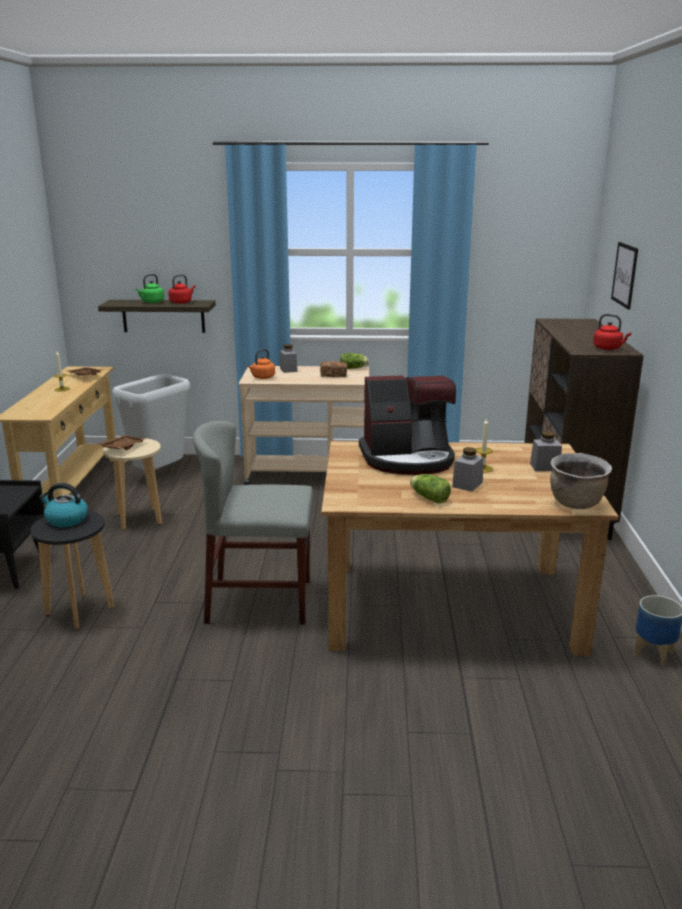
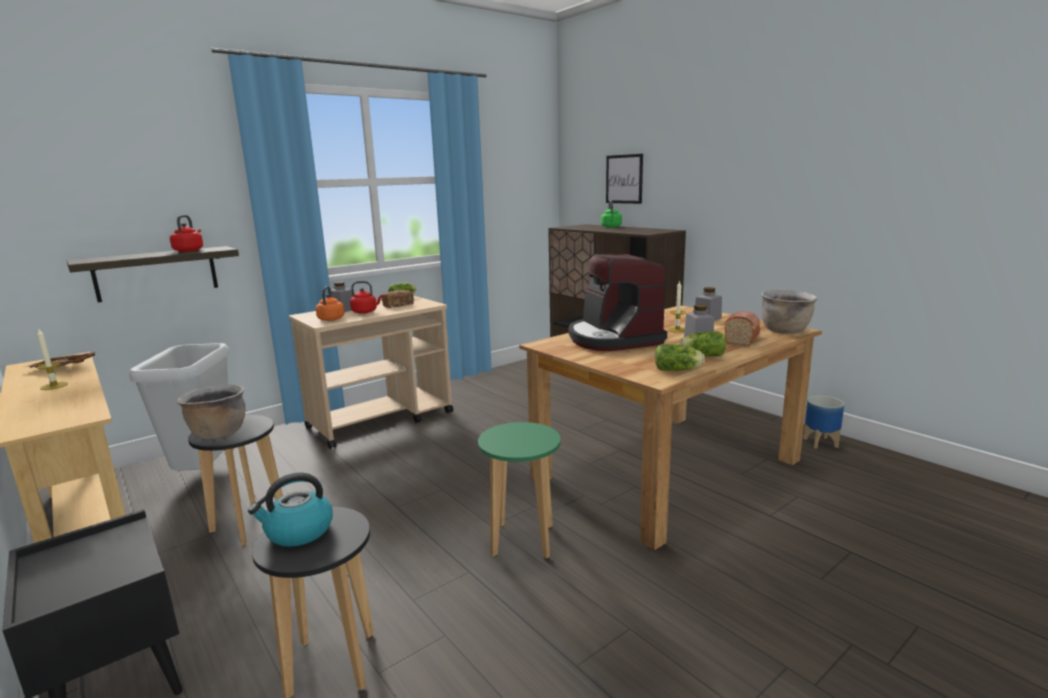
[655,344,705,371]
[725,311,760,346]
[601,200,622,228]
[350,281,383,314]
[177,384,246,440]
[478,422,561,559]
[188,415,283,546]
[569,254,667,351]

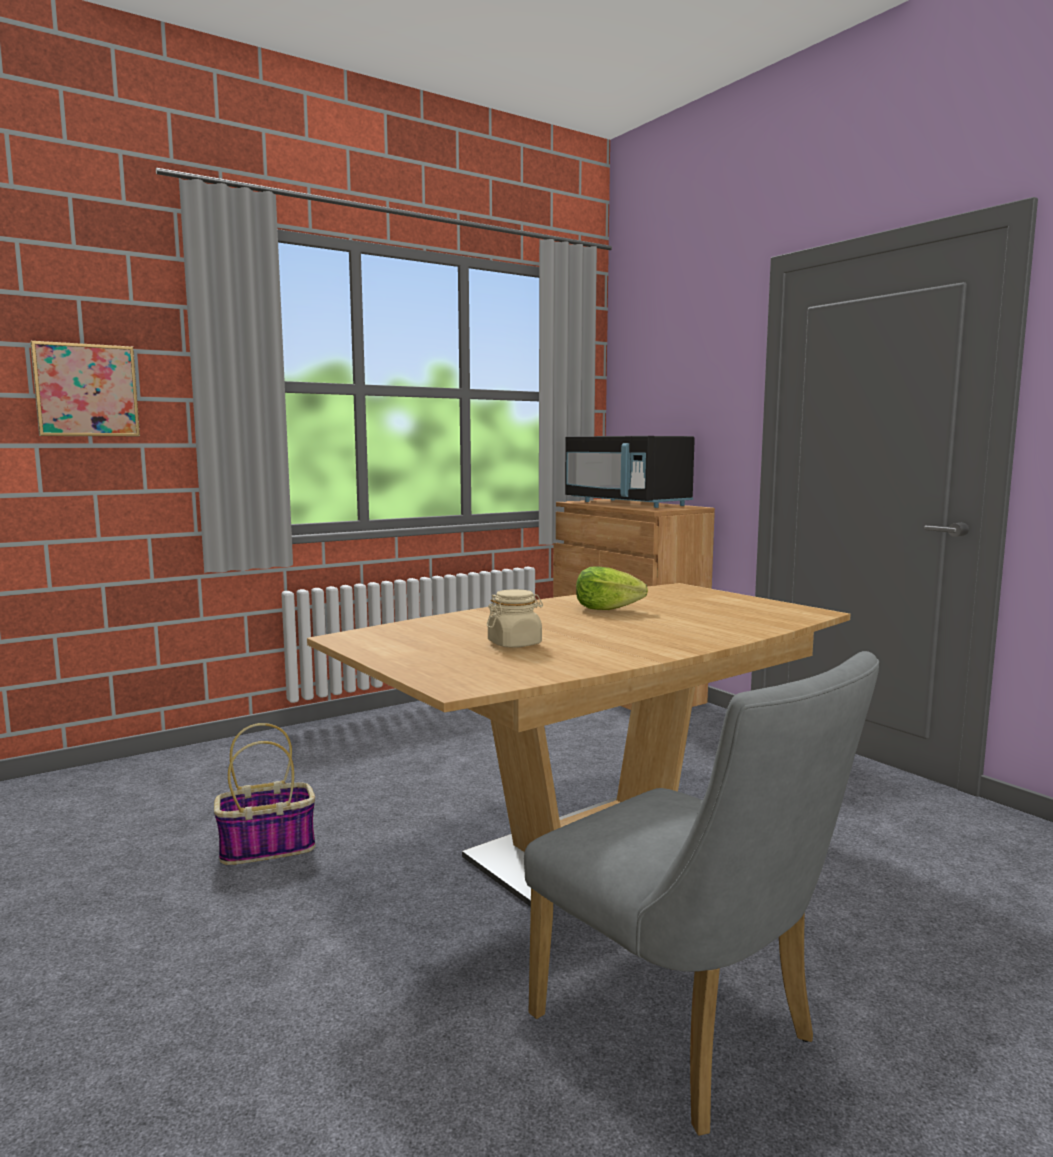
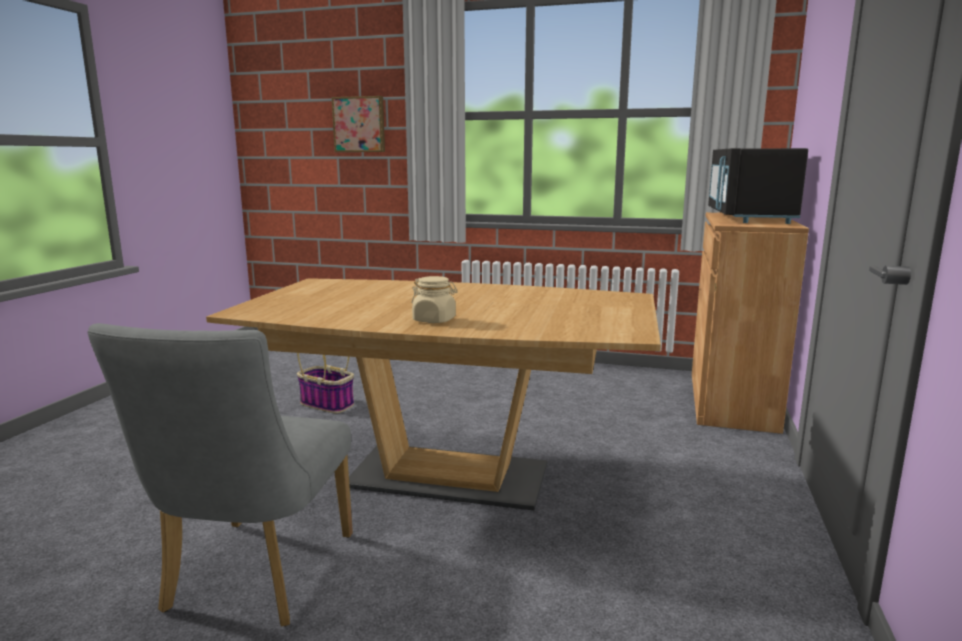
[576,566,648,610] (first image)
[411,276,458,323]

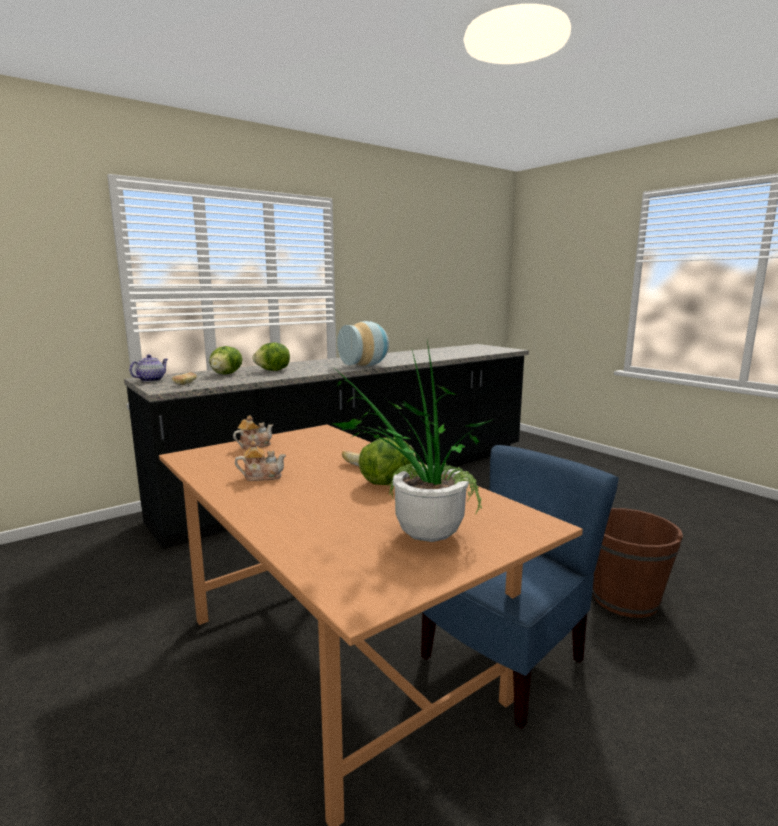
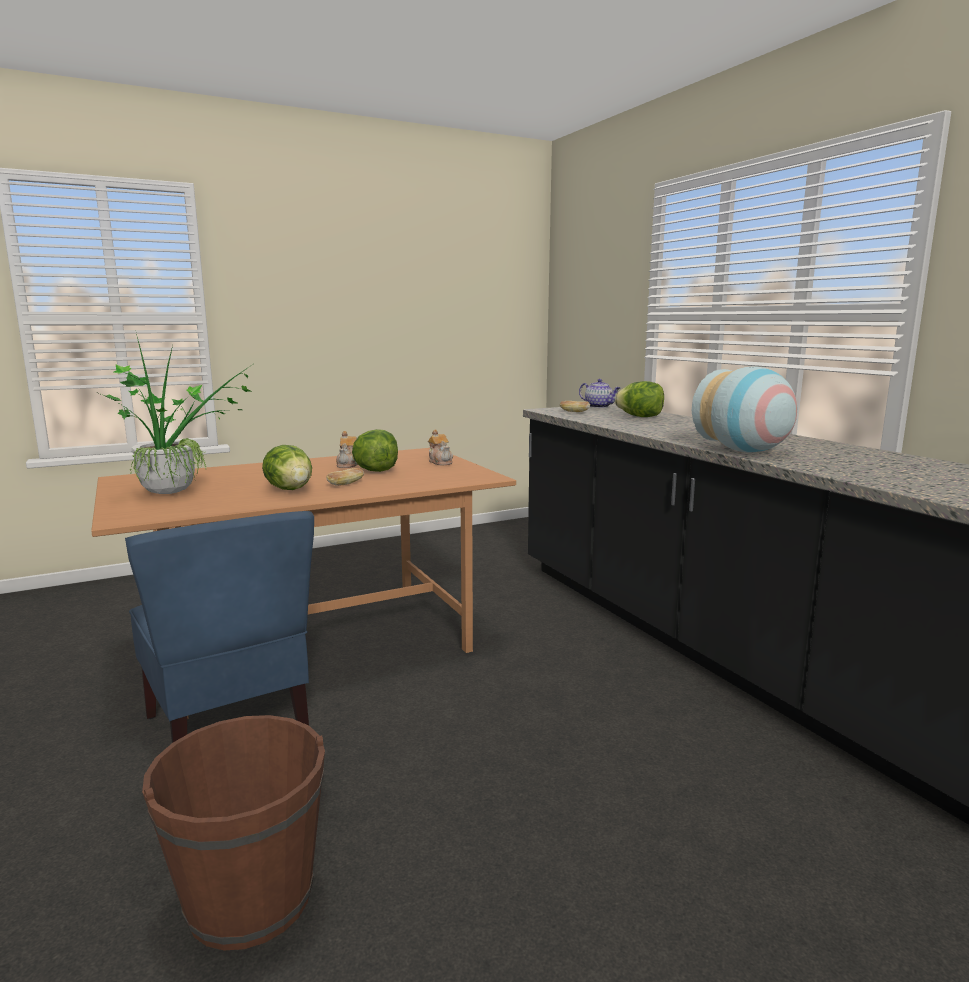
[352,429,398,472]

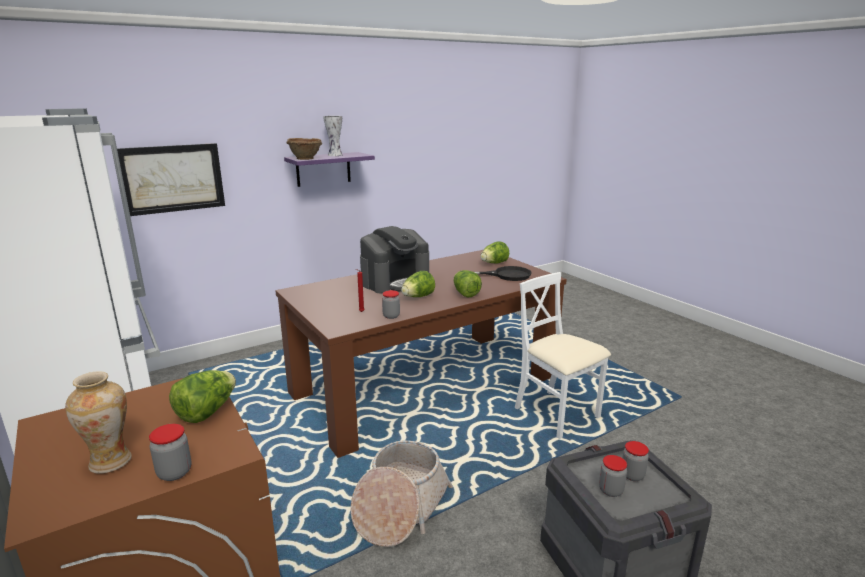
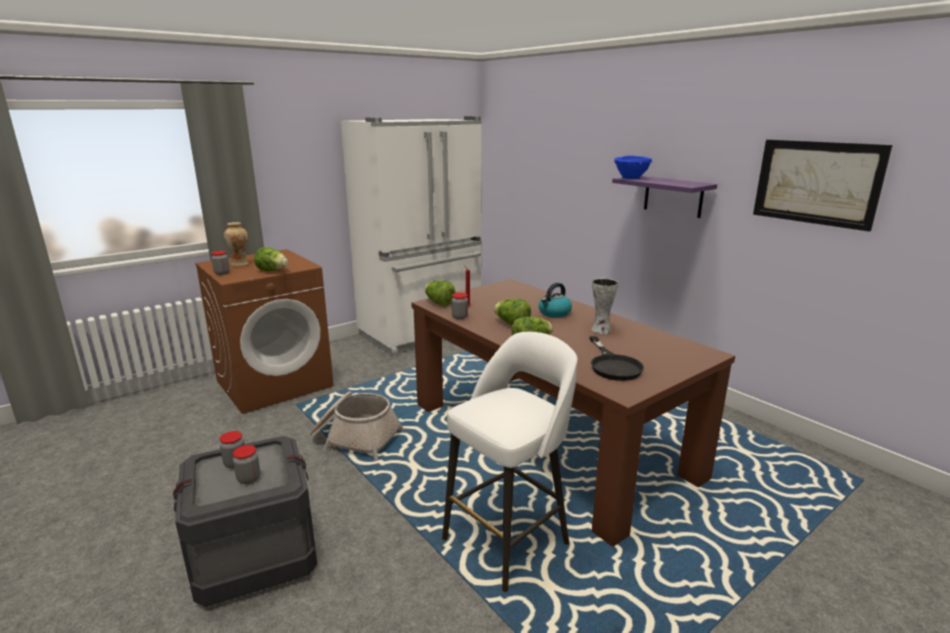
[753,139,892,231]
[591,278,618,334]
[424,280,456,306]
[539,283,572,318]
[442,332,577,592]
[614,156,652,179]

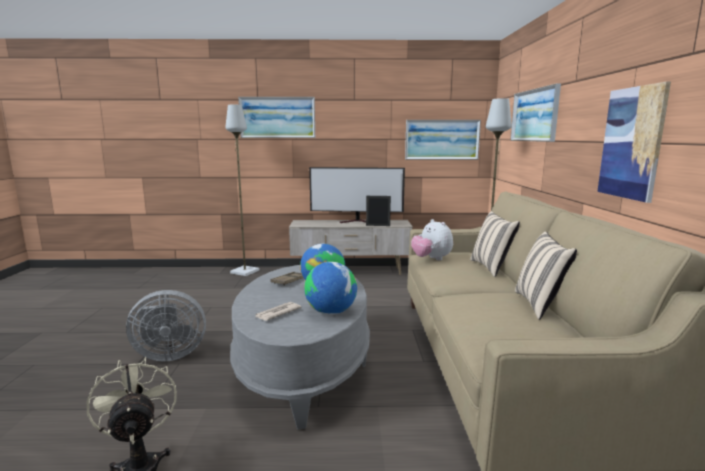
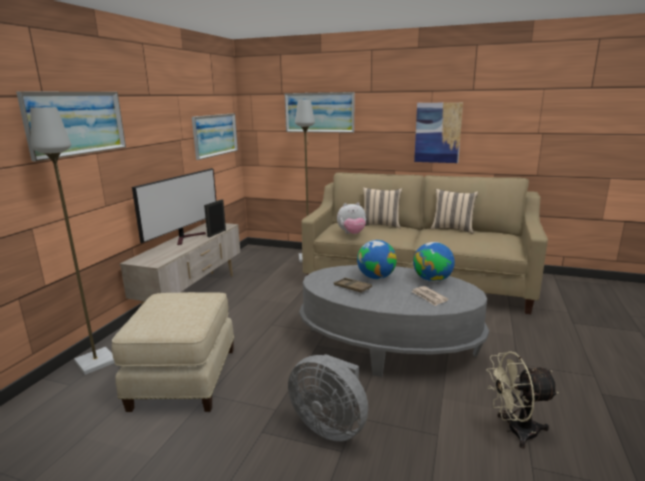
[112,292,234,412]
[288,354,368,442]

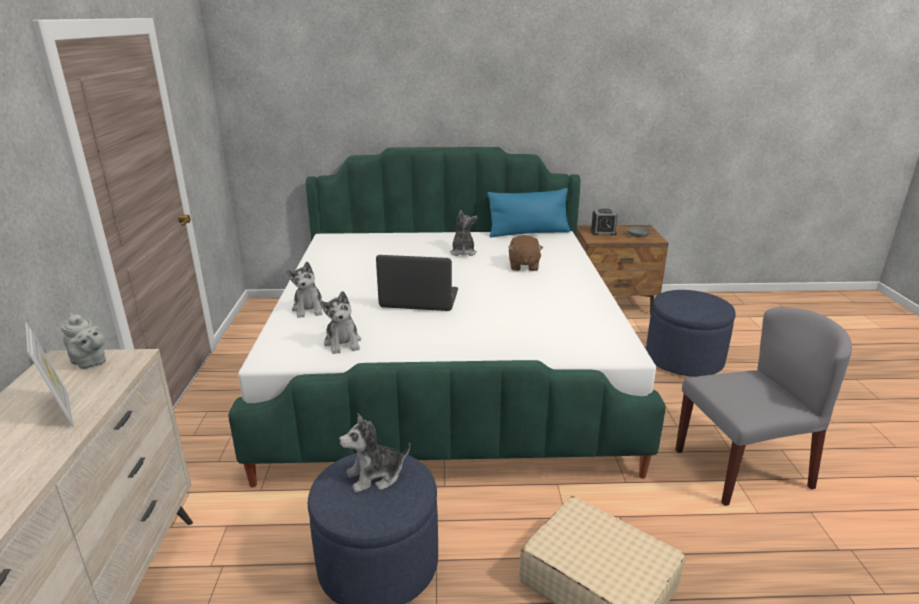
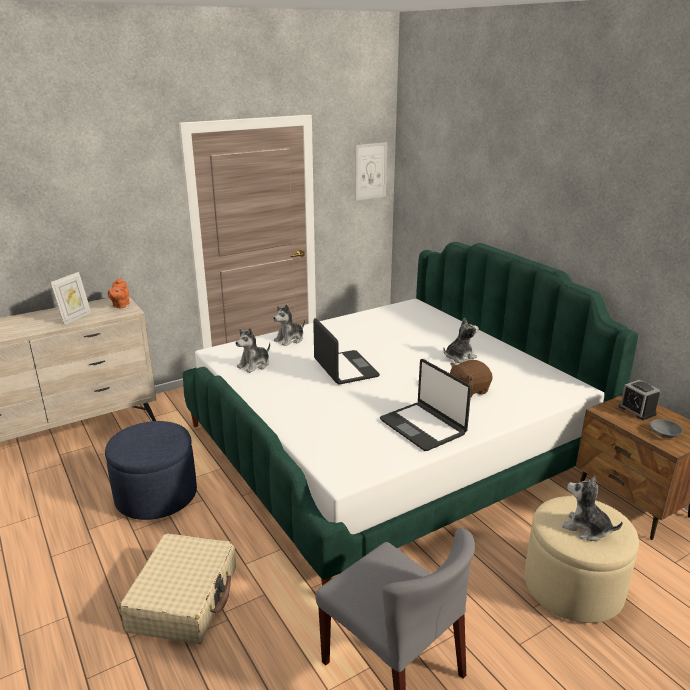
[487,188,570,237] (first image)
[355,142,387,200]
[380,359,471,451]
[562,476,623,541]
[108,278,129,308]
[524,496,639,623]

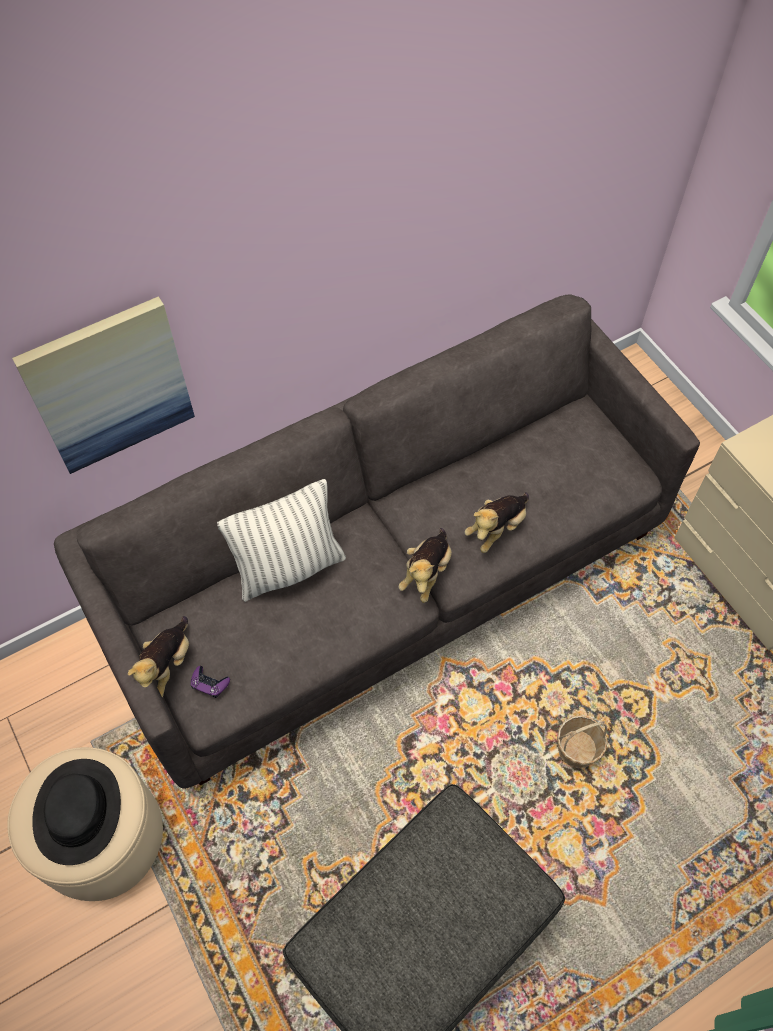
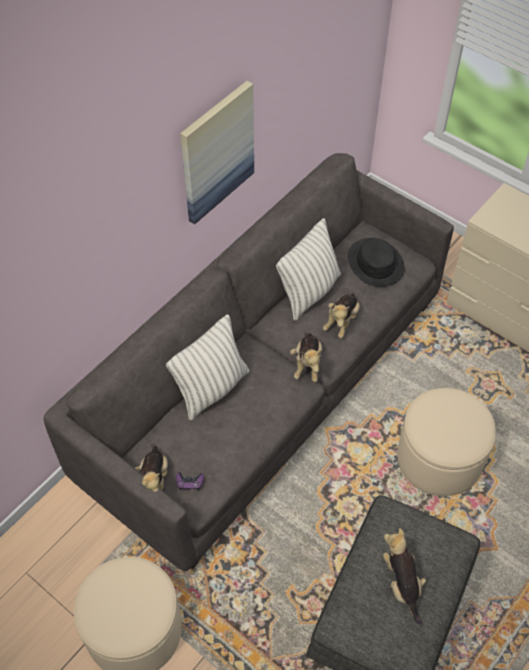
[276,219,341,321]
[383,528,426,625]
[180,81,254,224]
[348,238,404,287]
[397,388,496,496]

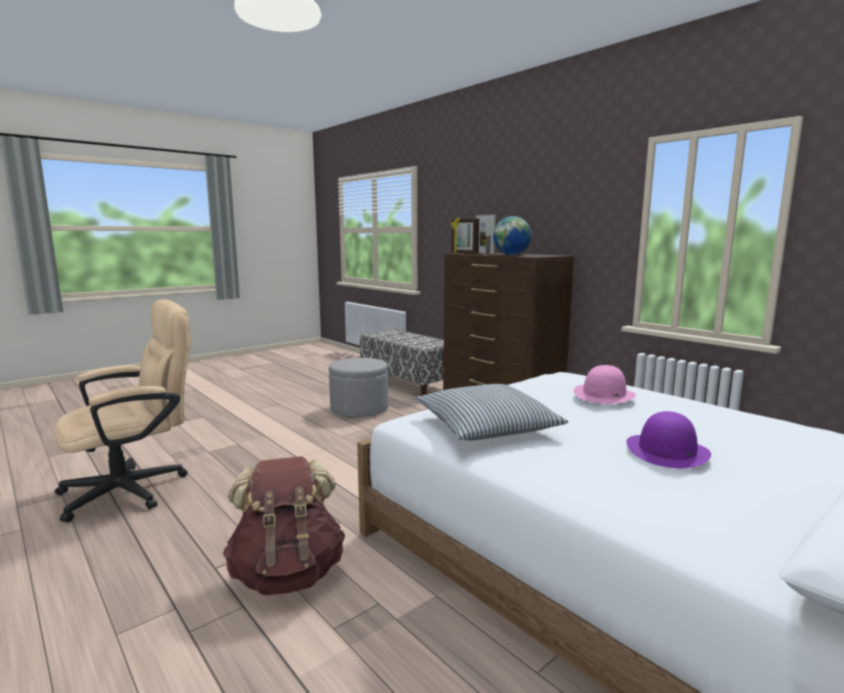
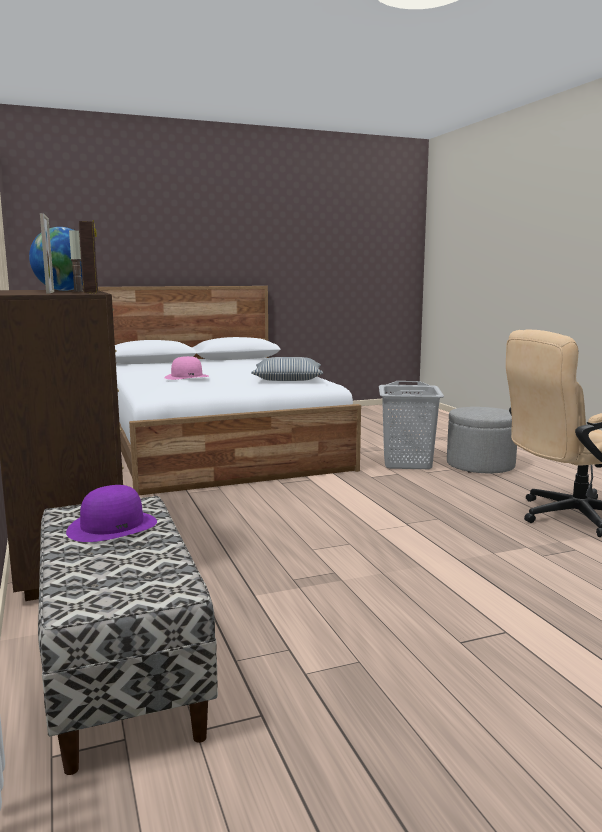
[447,407,517,473]
[66,485,157,542]
[379,381,444,469]

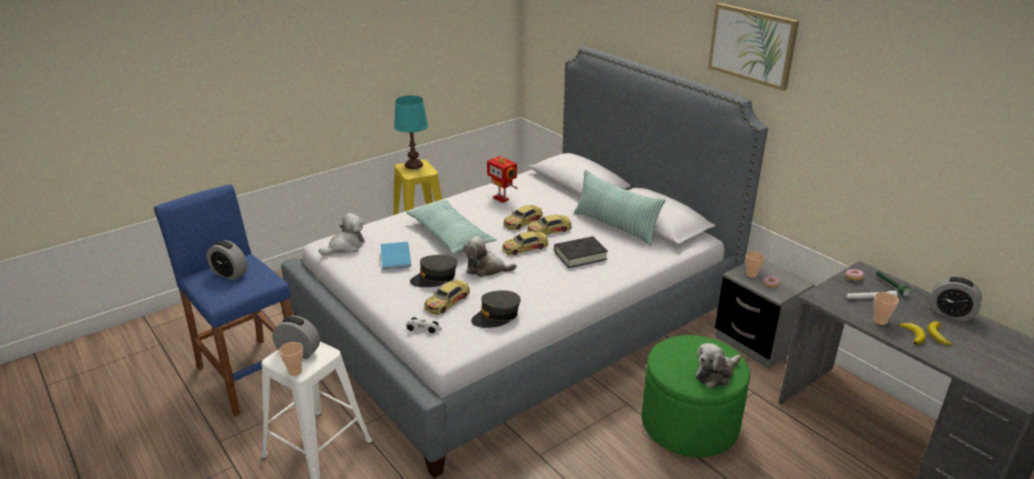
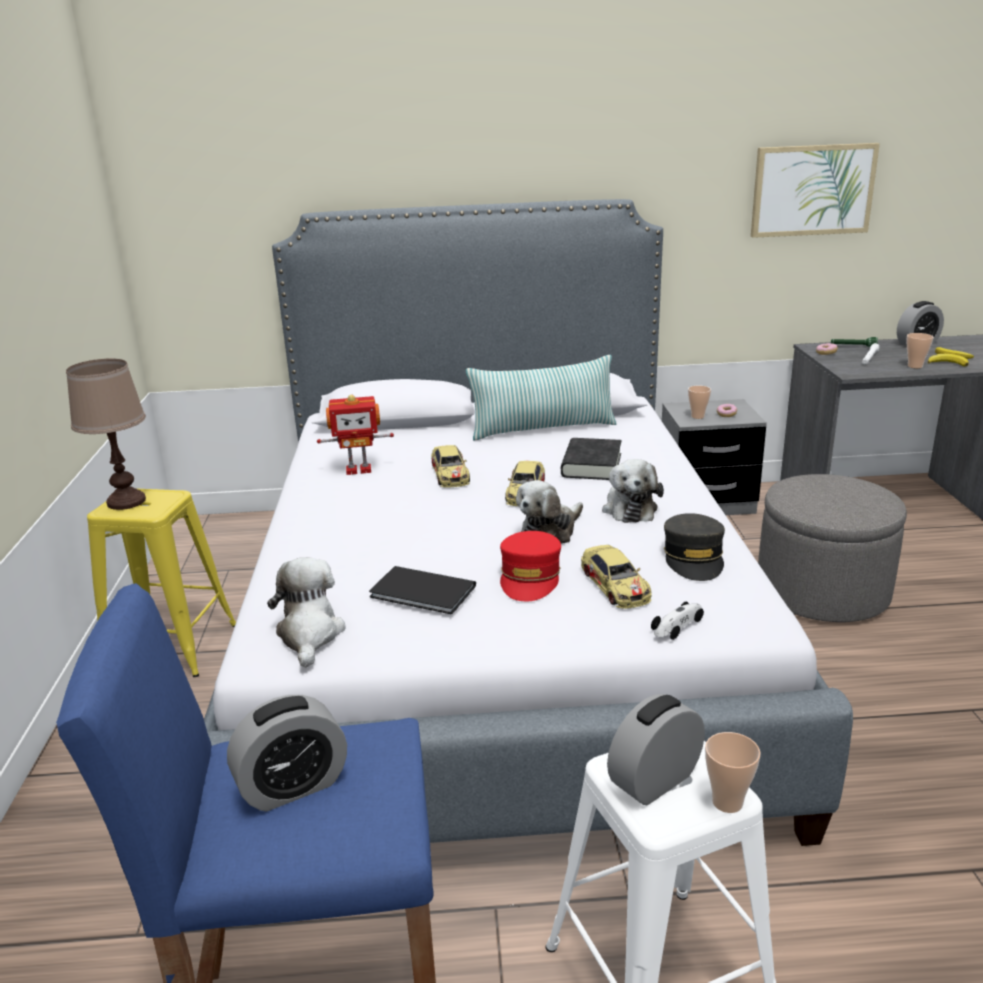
[406,200,496,254] (first image)
[527,215,572,235] (first image)
[602,459,664,523]
[751,143,880,238]
[369,566,476,614]
[66,359,146,510]
[500,531,561,601]
[758,474,907,622]

